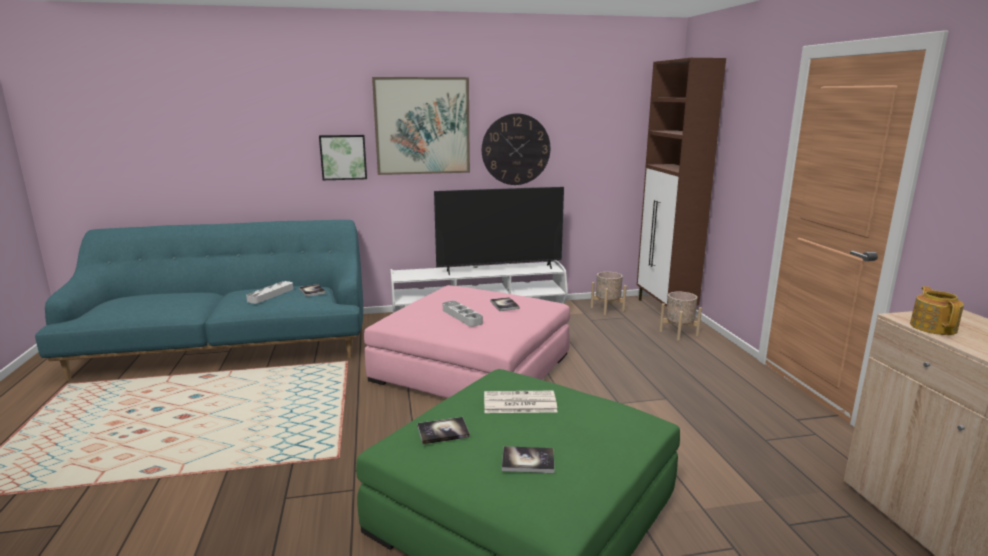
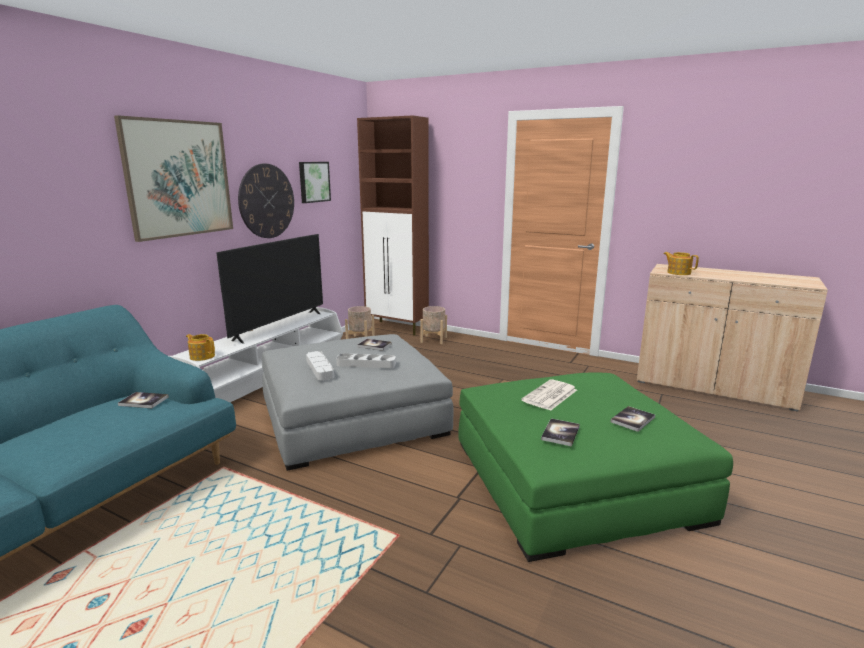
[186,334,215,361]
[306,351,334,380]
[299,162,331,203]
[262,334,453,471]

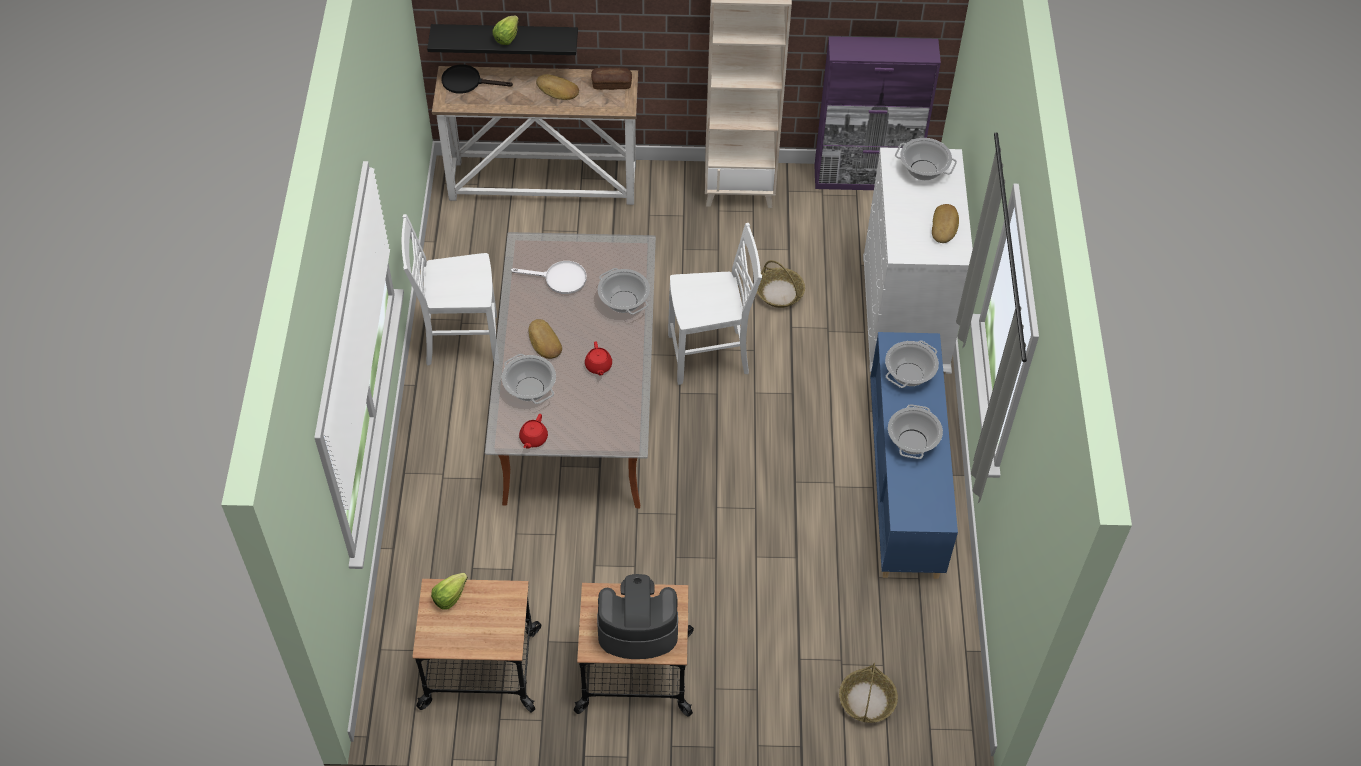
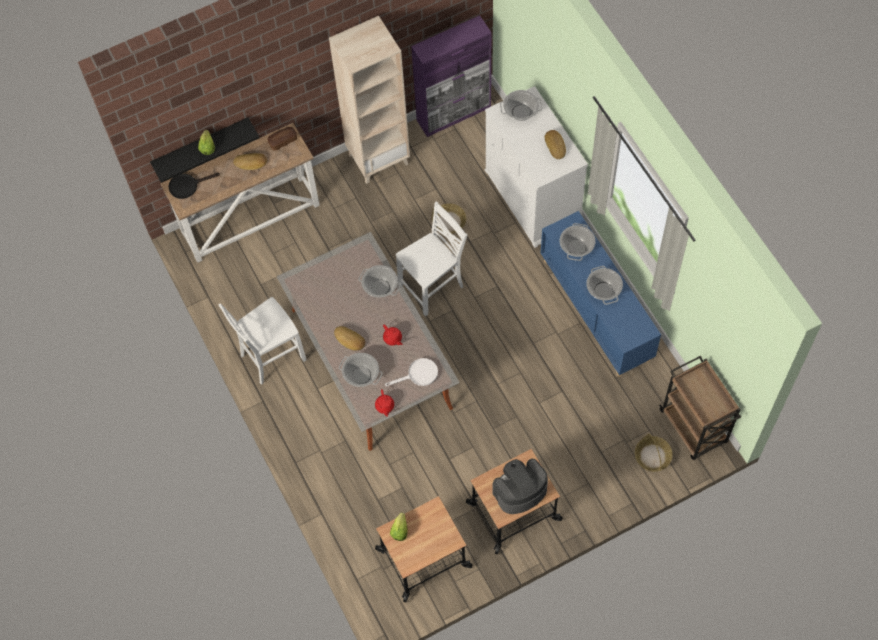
[659,356,741,460]
[385,358,438,386]

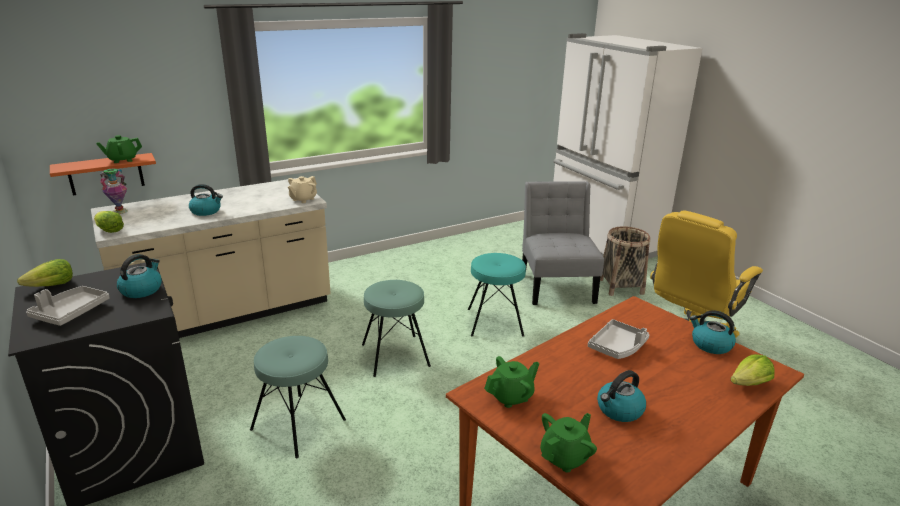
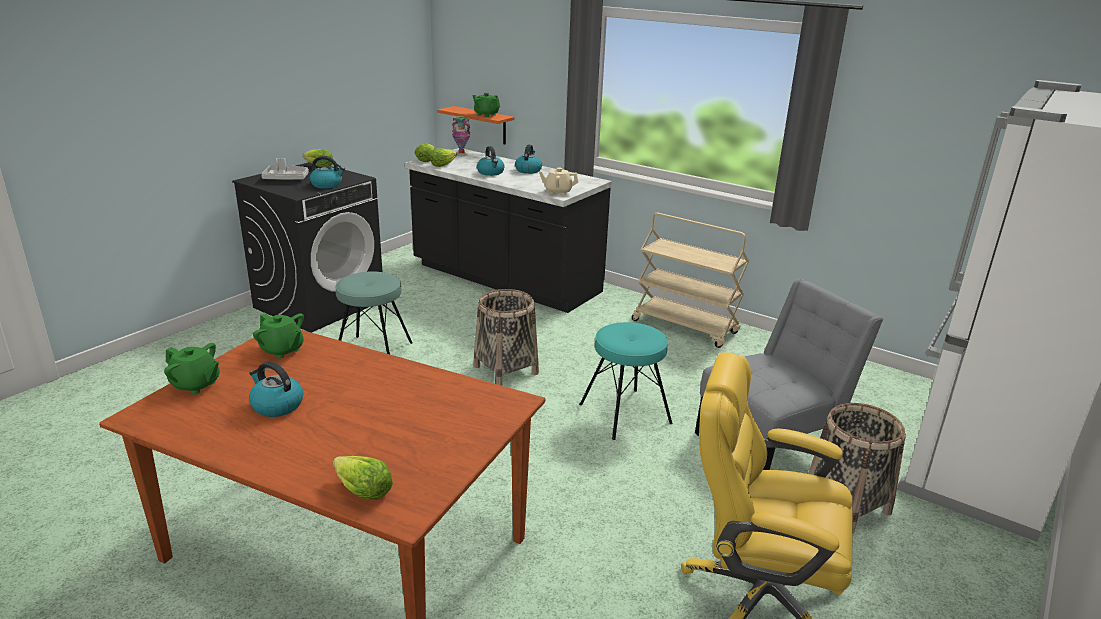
[588,319,649,359] (first image)
[429,149,457,167]
[632,213,749,348]
[515,145,542,174]
[473,289,539,386]
[405,148,612,313]

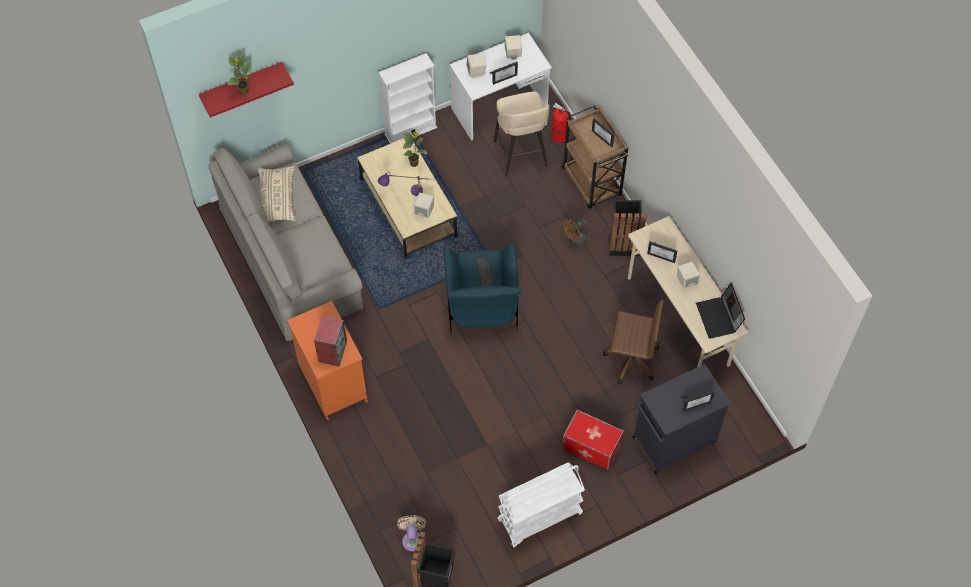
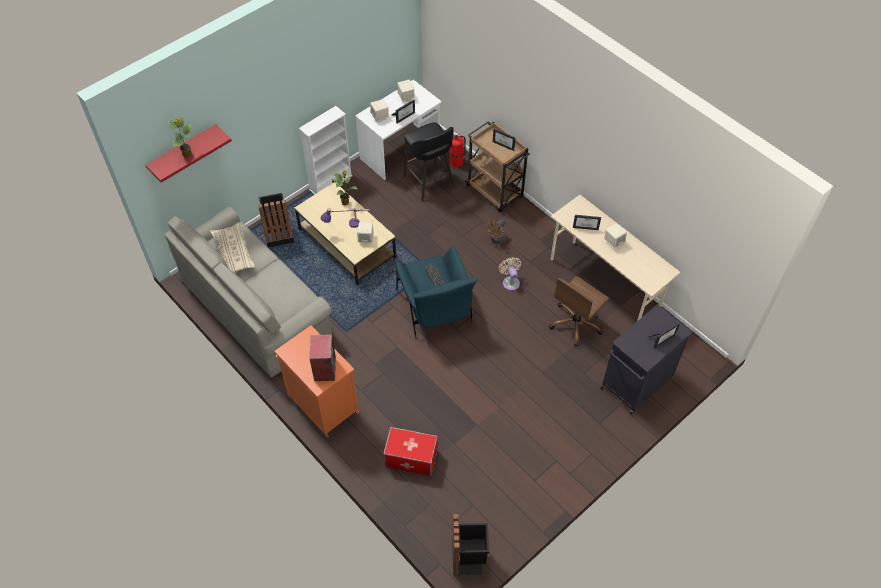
[497,462,585,547] (first image)
[696,283,745,339] (first image)
[499,257,521,291]
[383,427,438,476]
[258,193,294,247]
[403,122,455,201]
[549,276,609,347]

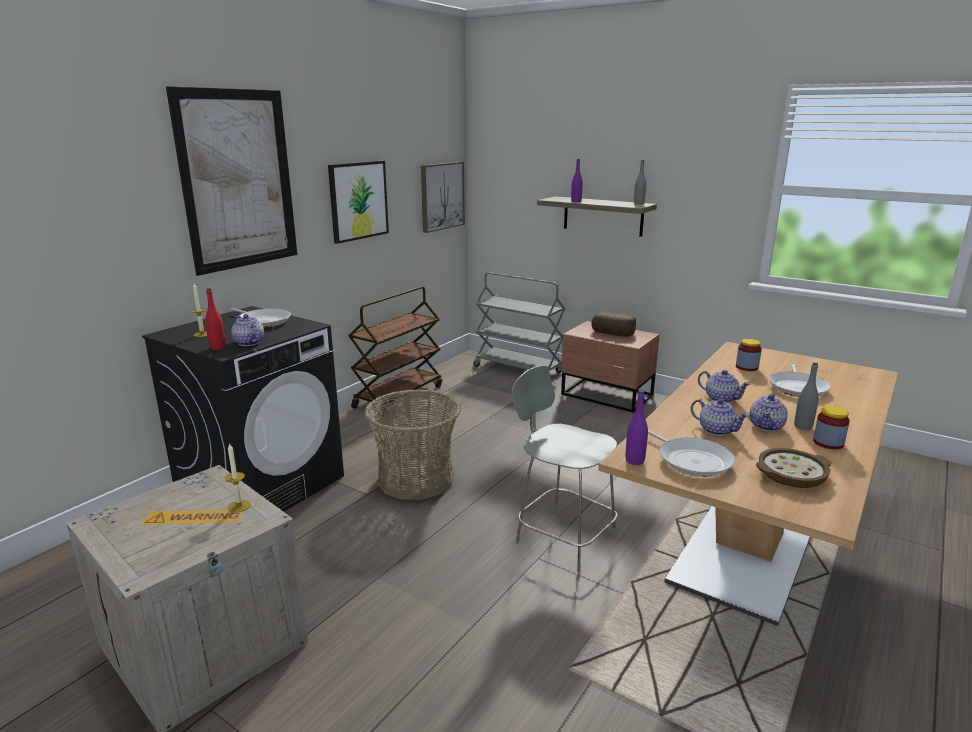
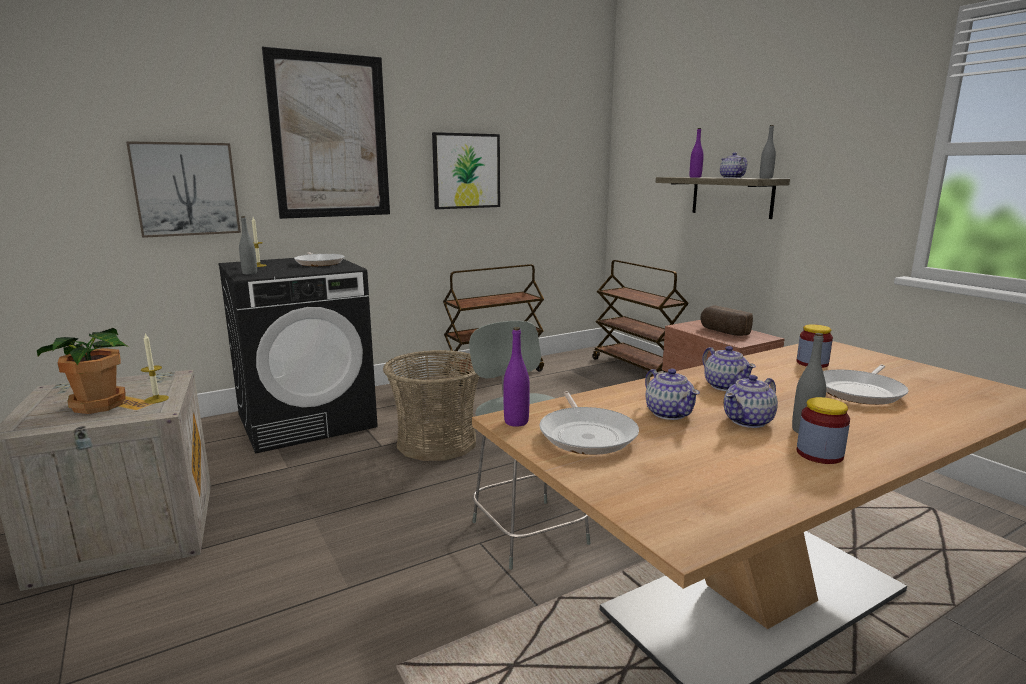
[756,448,832,488] (first image)
[37,328,129,414]
[720,152,747,178]
[126,141,241,238]
[239,216,257,275]
[592,260,689,377]

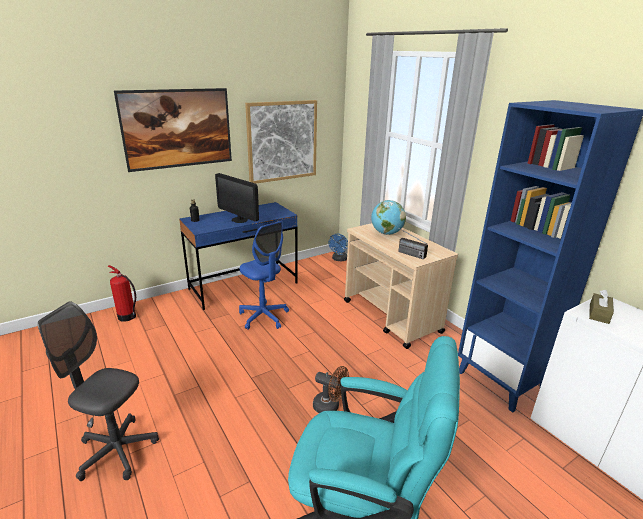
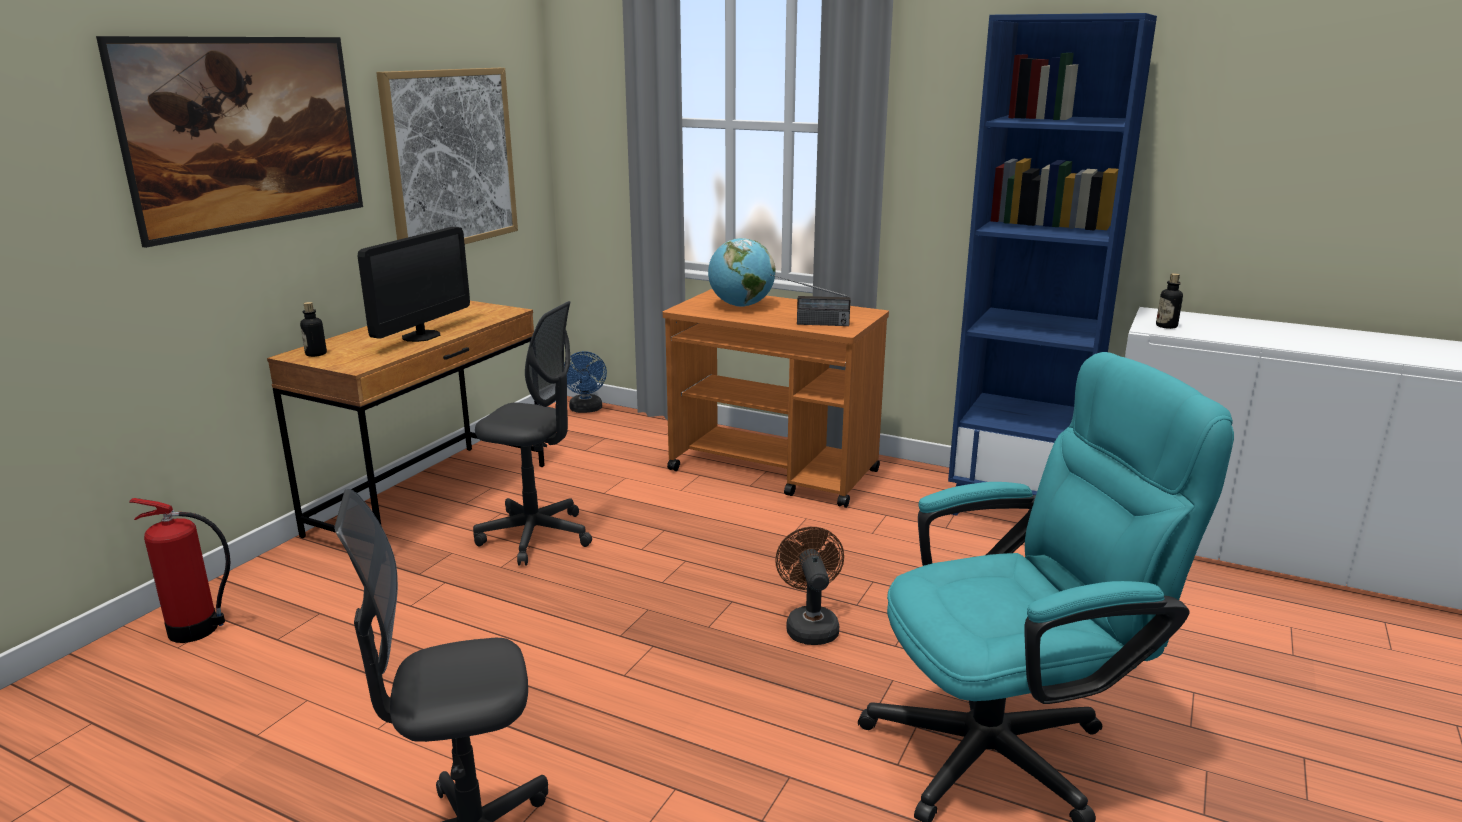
[1156,273,1183,329]
[267,301,545,538]
[473,301,592,565]
[663,289,889,508]
[358,227,470,342]
[775,527,844,645]

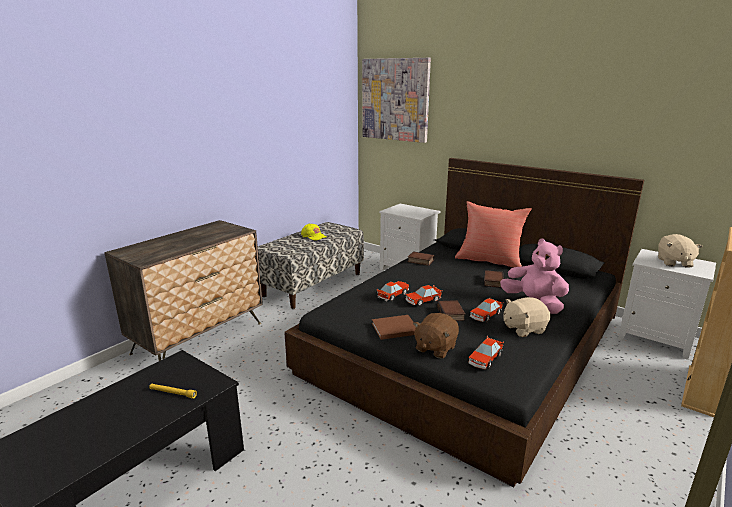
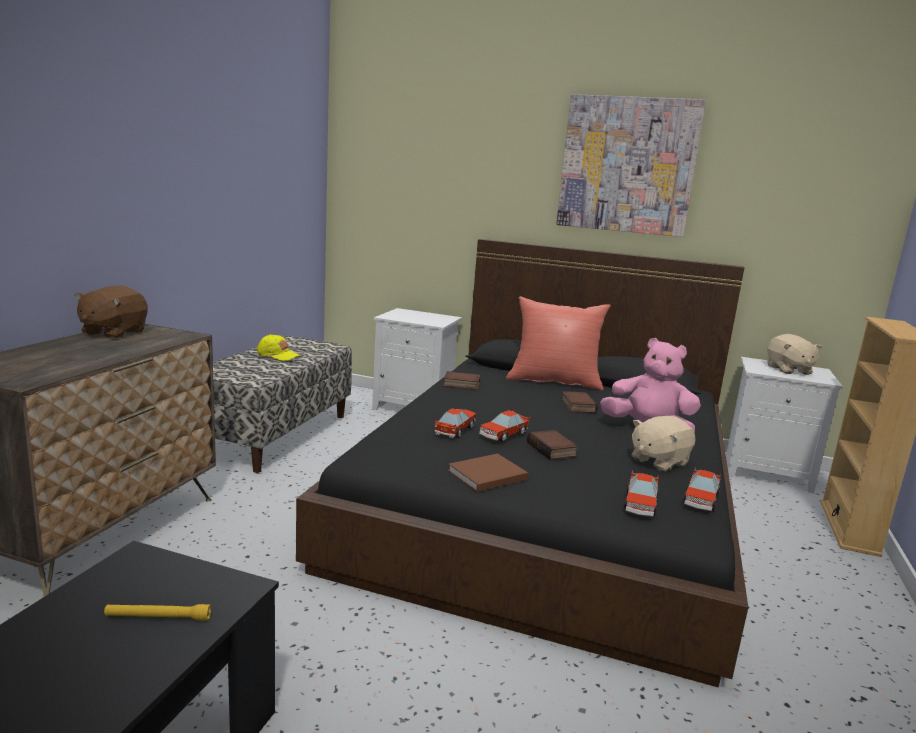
[556,94,706,237]
[75,286,148,339]
[683,467,721,511]

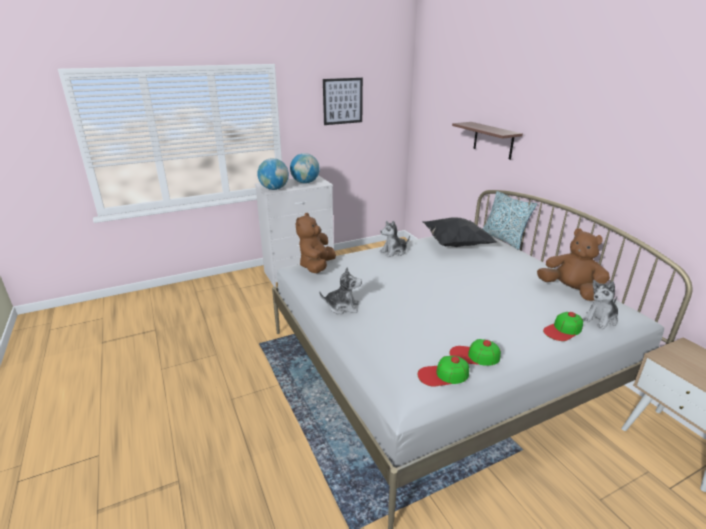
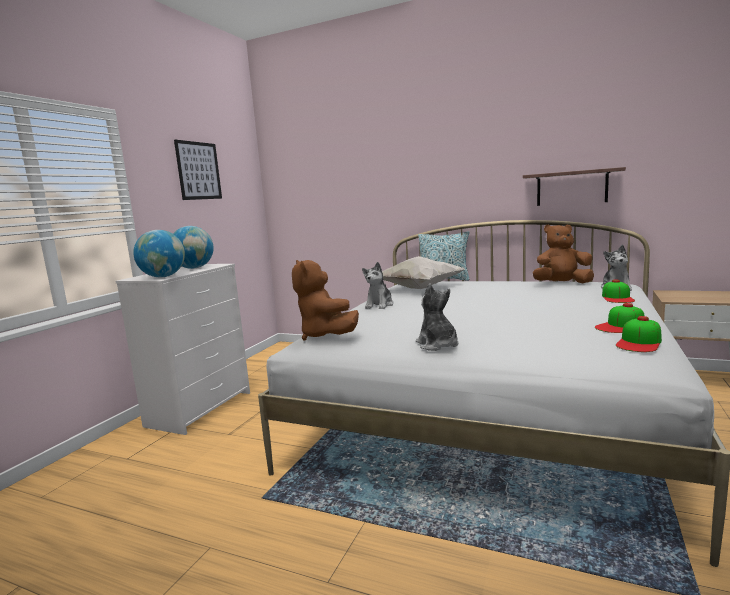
[523,167,626,206]
[382,256,465,289]
[416,283,458,351]

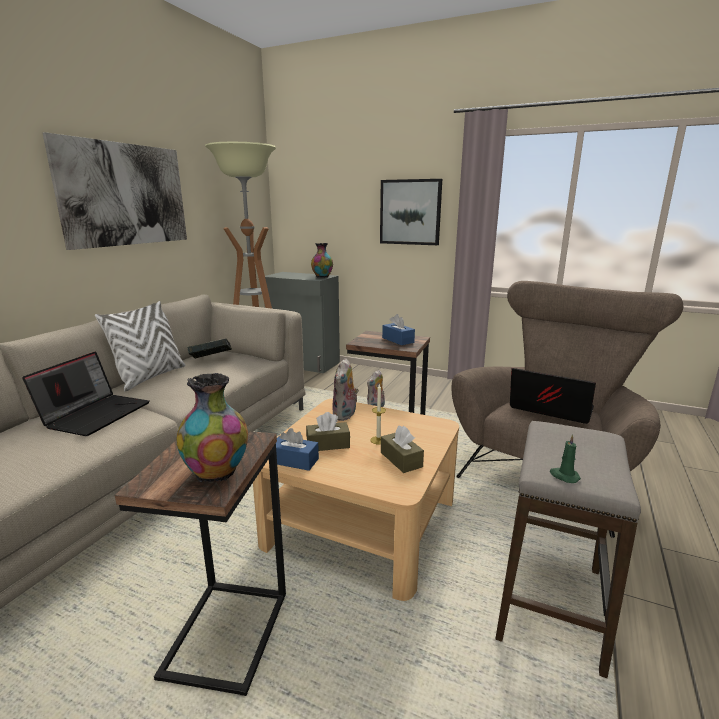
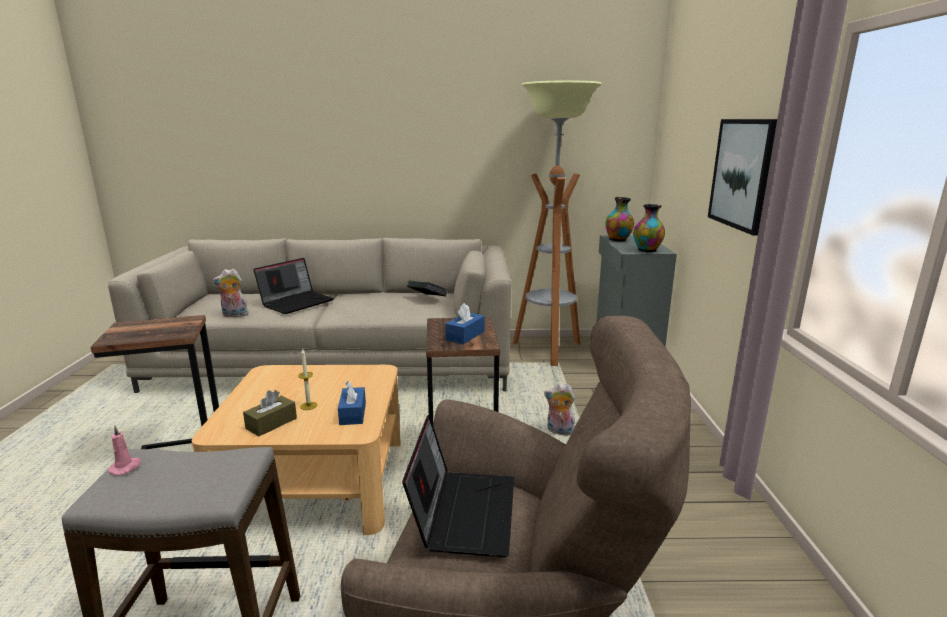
[43,132,187,250] (first image)
[95,301,185,392] (first image)
[306,412,350,451] (first image)
[605,197,634,242]
[338,381,366,425]
[213,269,249,317]
[109,425,141,476]
[253,258,334,314]

